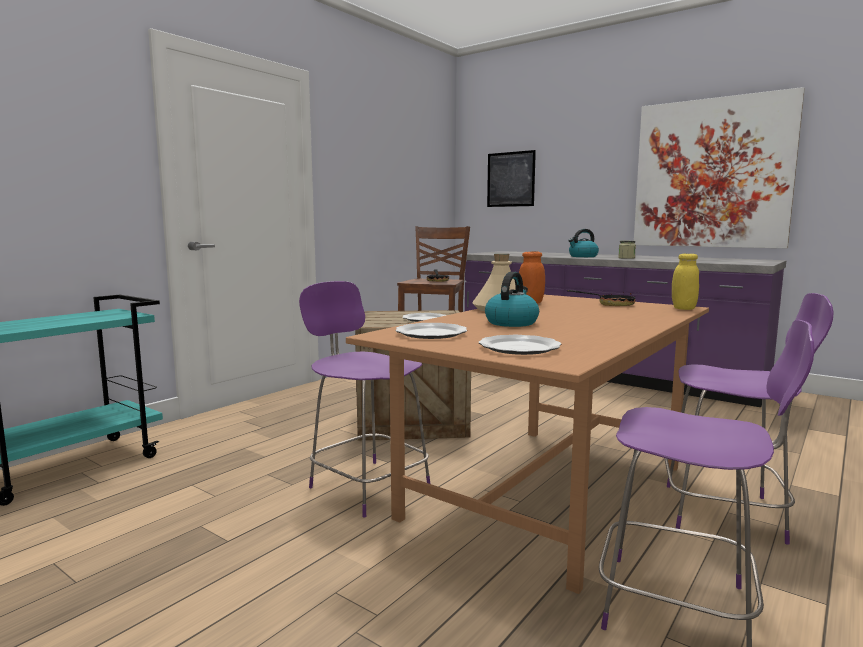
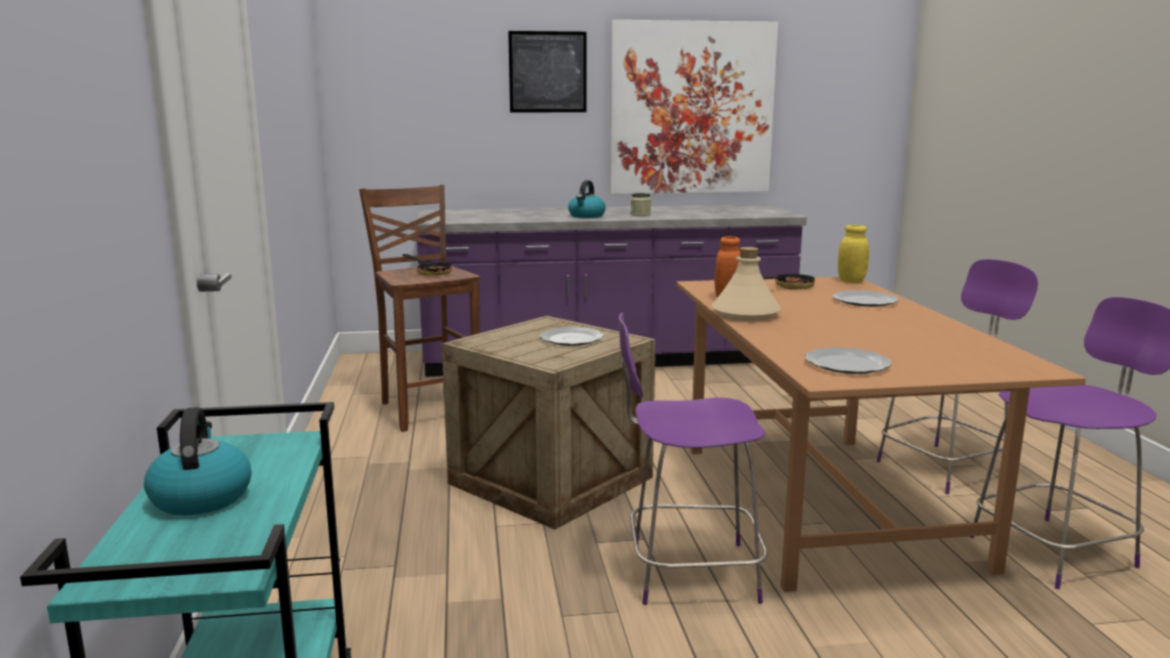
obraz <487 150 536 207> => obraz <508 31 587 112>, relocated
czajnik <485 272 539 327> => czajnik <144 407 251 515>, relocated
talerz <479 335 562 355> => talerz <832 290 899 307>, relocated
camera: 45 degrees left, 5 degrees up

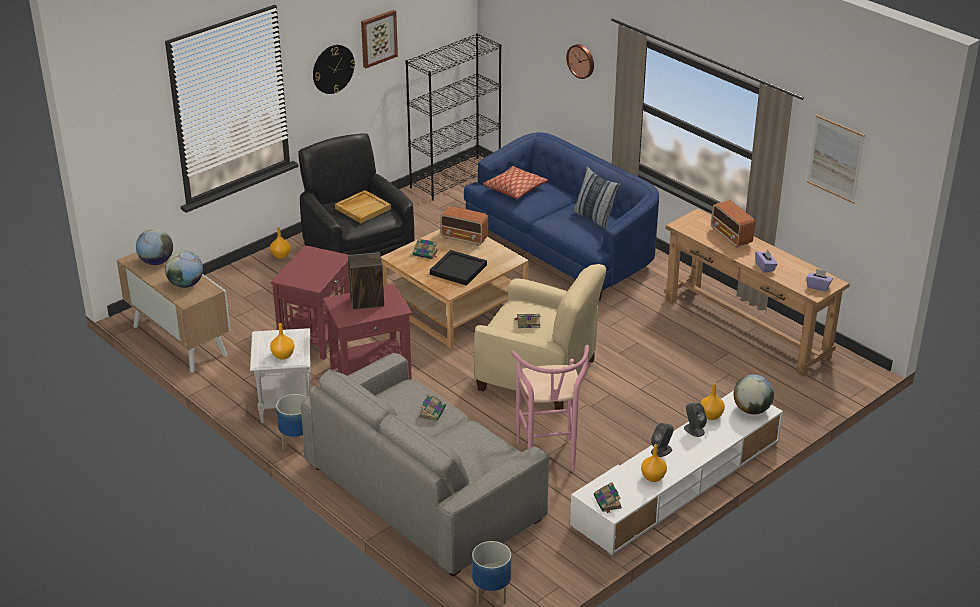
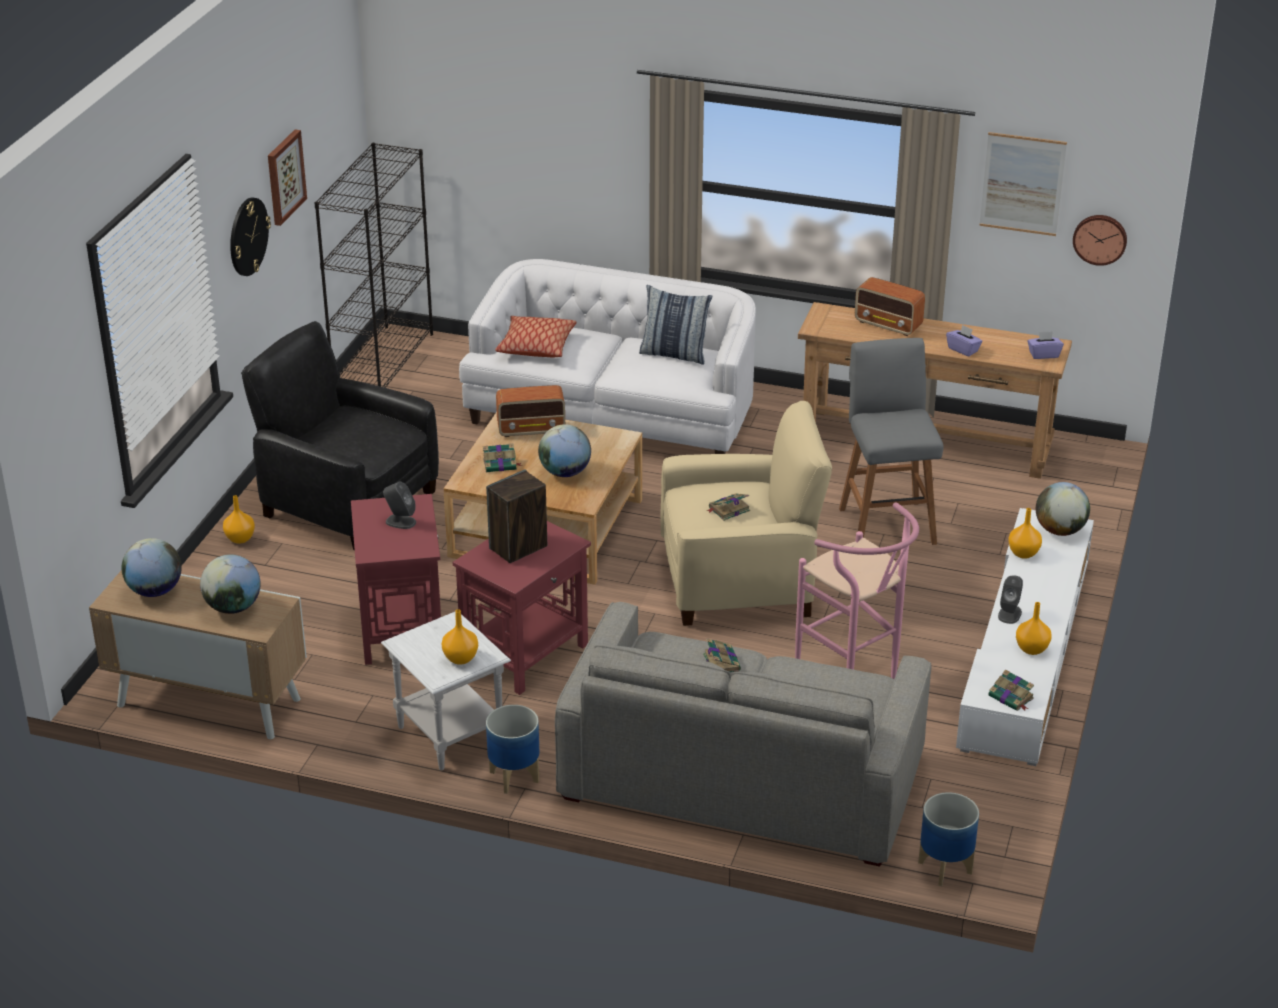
zegar ścienny <566 44 594 79> => zegar ścienny <1073 215 1127 266>, relocated
kanapa/niebieski <464 132 659 301> => kanapa/biały <459 259 756 454>
taca/beżowy <335 190 391 223> => nothing
taca/czarny <430 250 487 286> => globus <538 424 591 477>
głośnik/szary <684 403 707 437> => głośnik/szary <383 482 416 529>, relocated
nothing => stołek/szary <839 338 943 545>
camera: 30 degrees left, 0 degrees up

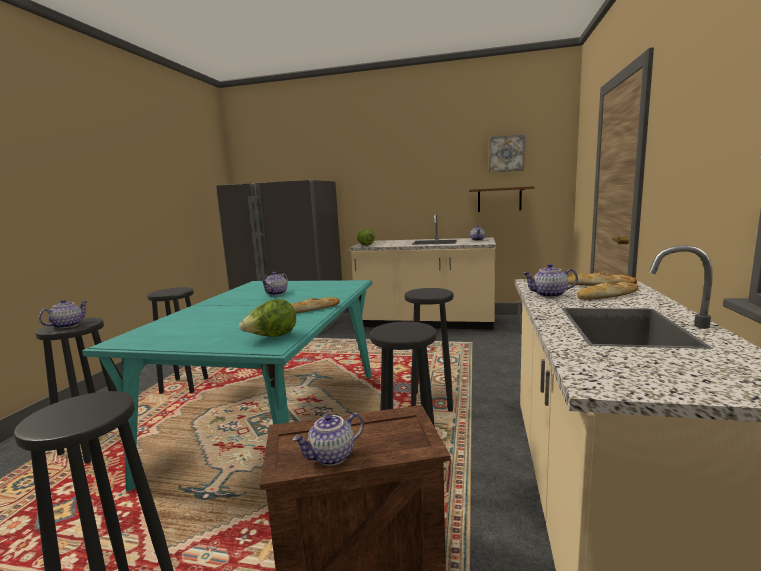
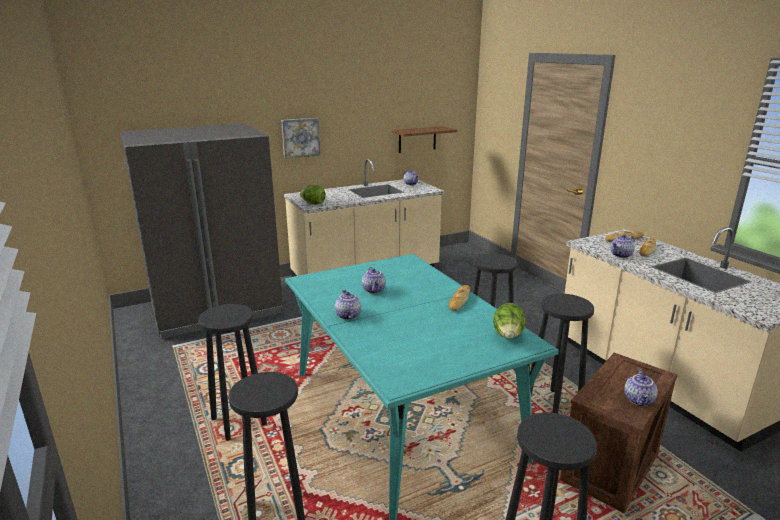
obraz <489 134 525 173> => obraz <281 118 320 159>, relocated
imbryk <38 299 88 329> => imbryk <335 290 361 320>, relocated
camera: 40 degrees left, 10 degrees up

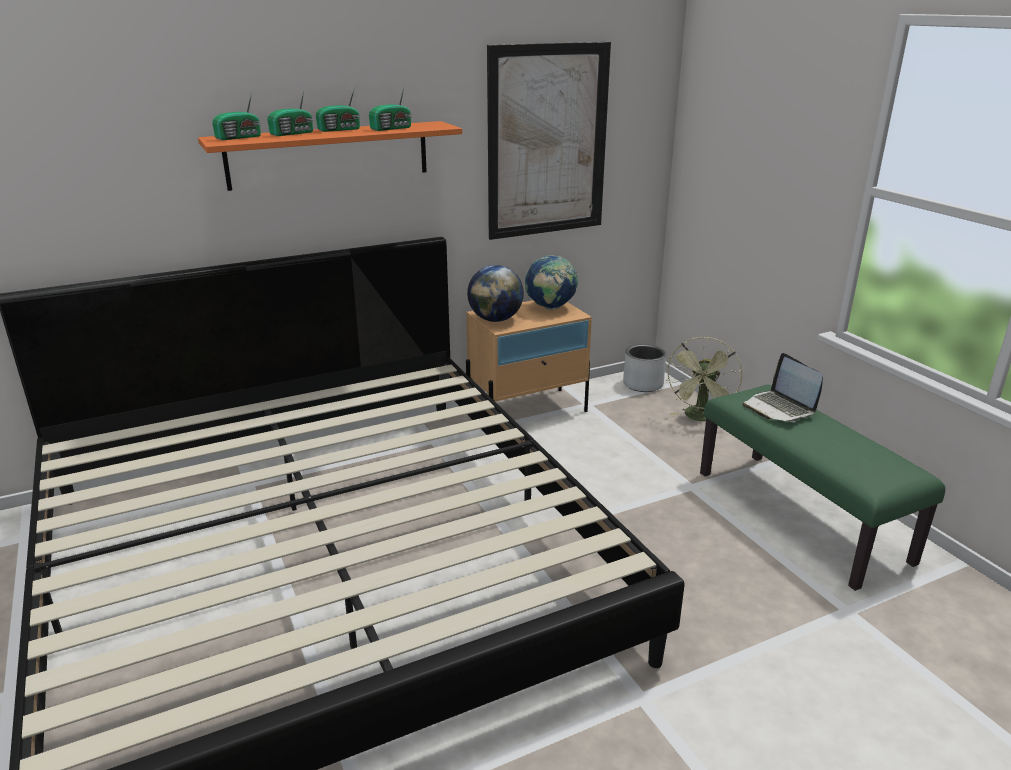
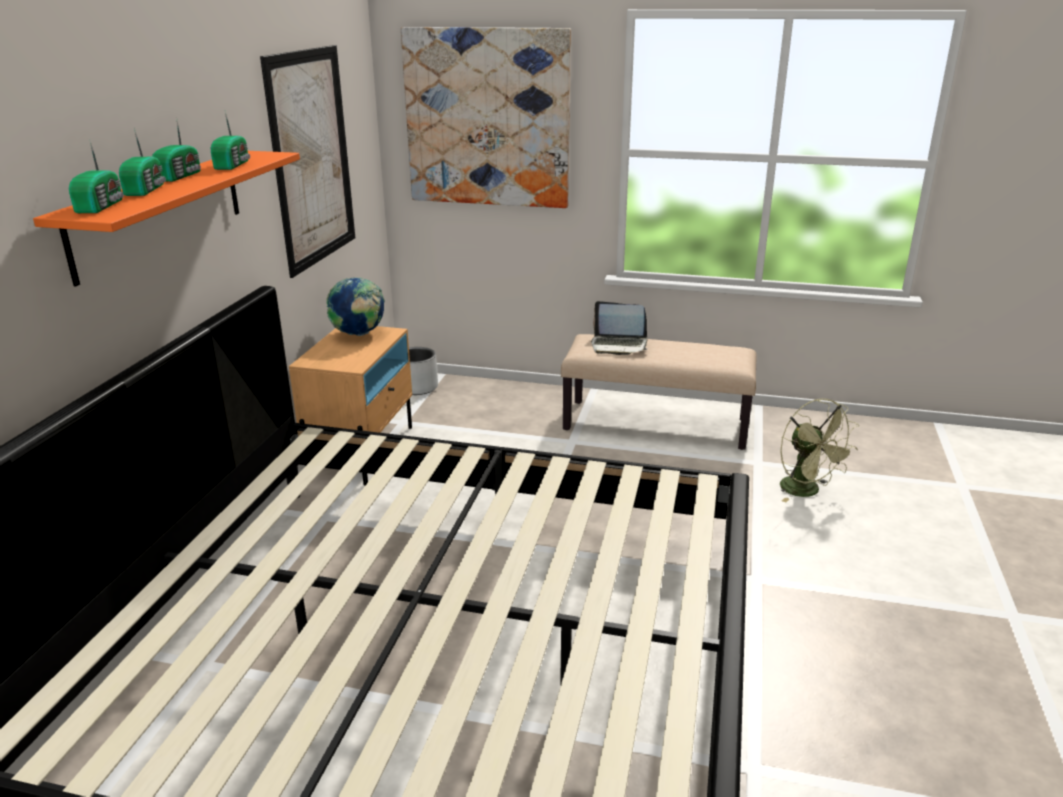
globus <467 265 524 322> => nothing
wentylator/zielony <667 337 743 421> => wentylator/zielony <780 399 859 503>, relocated
ławka/zielony <700 384 946 591> => ławka/beżowy <561 334 757 450>
nothing => obraz <401 27 571 208>
camera: 50 degrees left, 0 degrees up

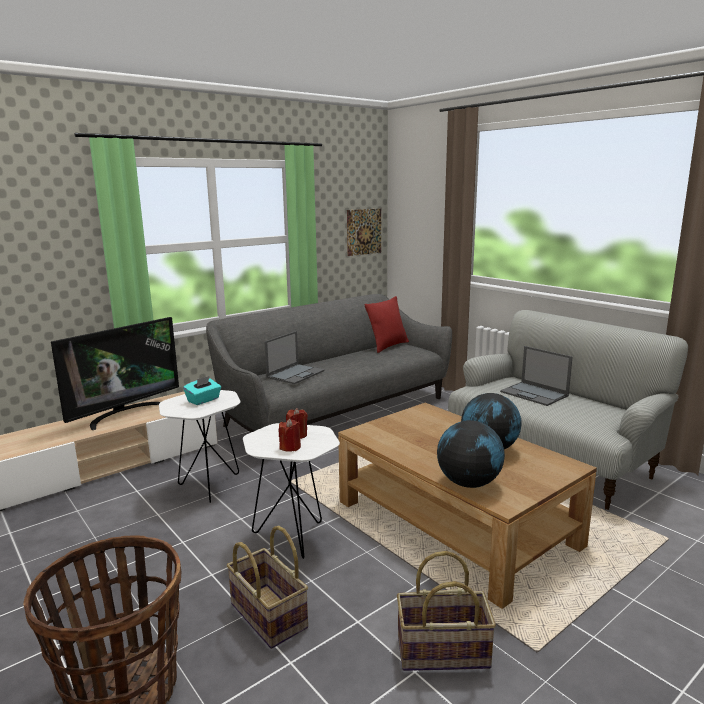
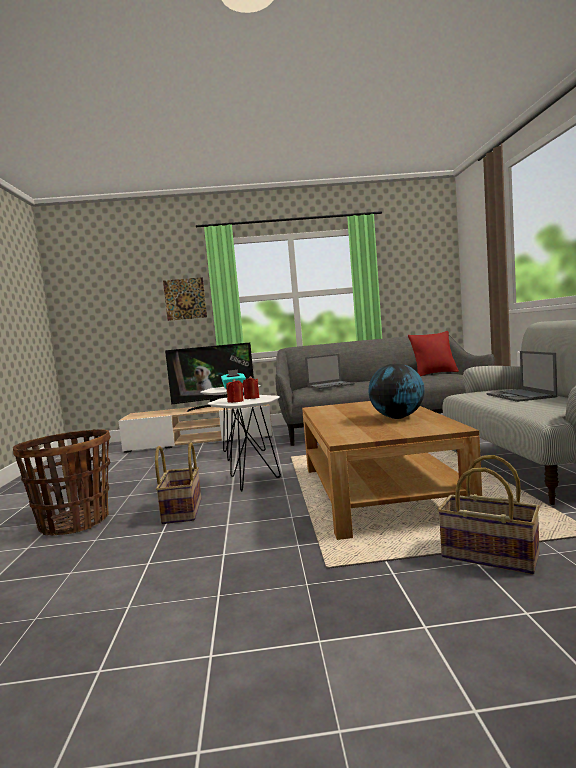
obraz <347 209 381 256> => obraz <163 277 207 321>, relocated
globus <437 420 505 488> => nothing
koszyk <397 551 496 671> => koszyk <437 455 540 575>, relocated
camera: 35 degrees right, 10 degrees down

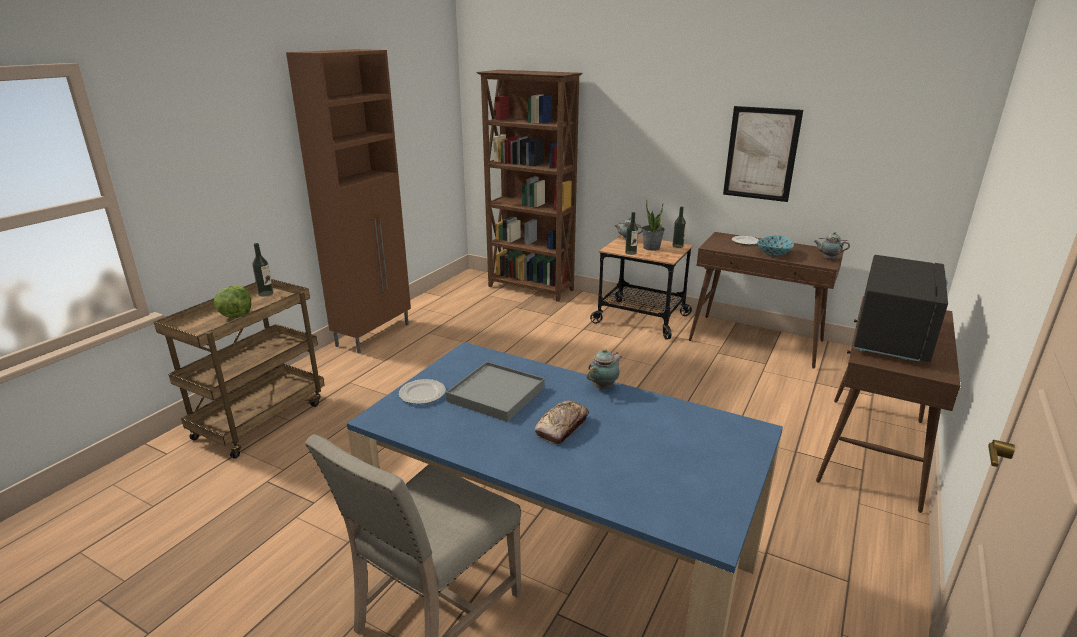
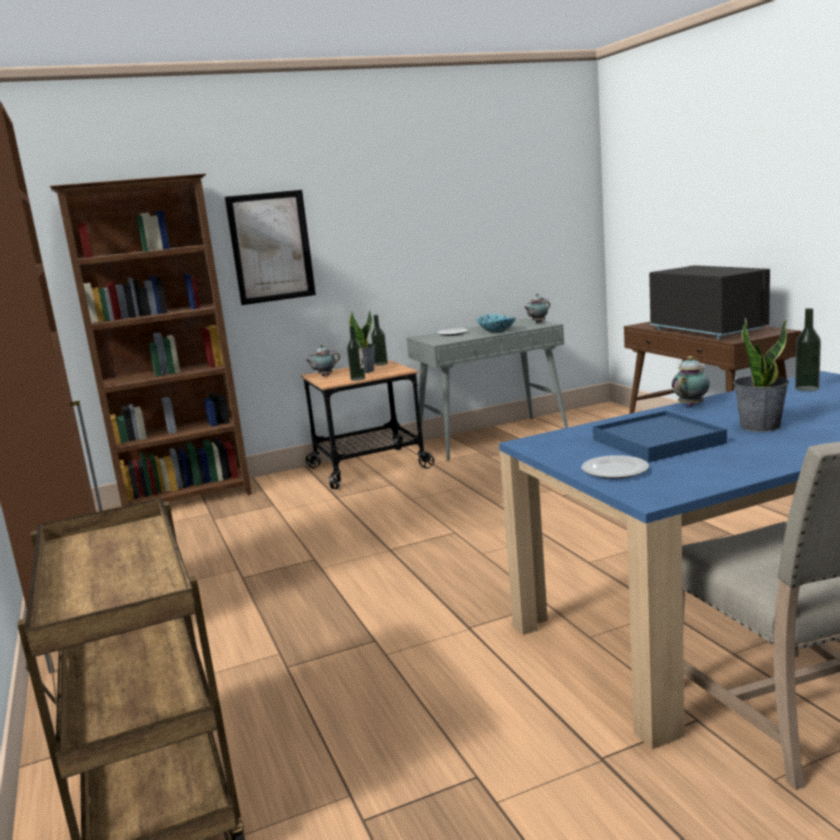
obraz <723 106 803 202> => obraz <225 190 316 305>, relocated
stolik konsolowy/brązowy <689 232 844 369> => stolik konsolowy/szary <407 318 568 461>
butelka <252 243 273 296> => butelka <795 308 821 391>, relocated
sałata <214 286 252 318> => nothing
imbryk <587 348 622 389> => imbryk <672 356 710 407>, 45 degrees clockwise
taca/szary <446 362 545 422> => taca/niebieski <593 411 727 462>
chleb <535 400 589 444> => roślina doniczkowa <733 318 789 432>
camera: 50 degrees left, 10 degrees down

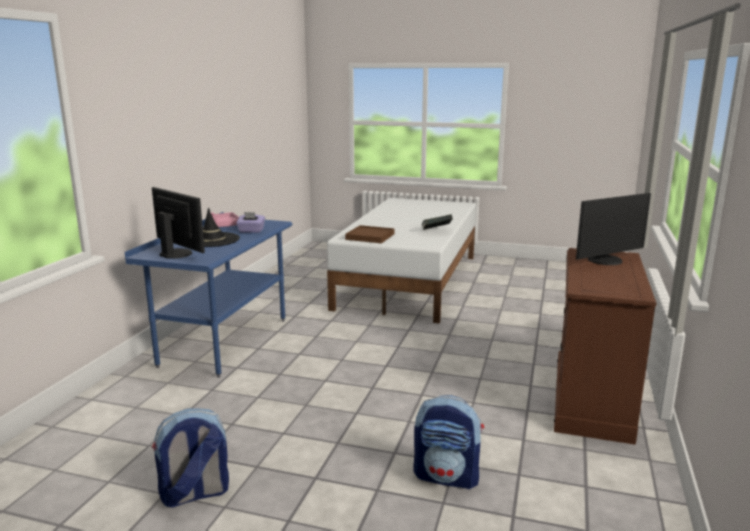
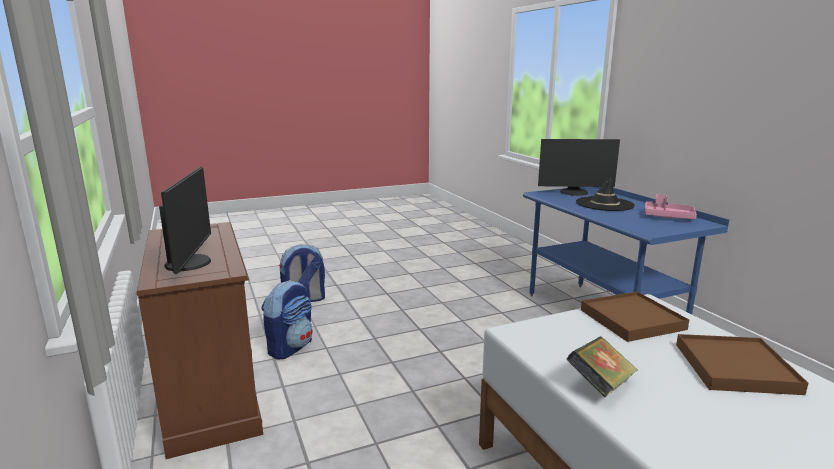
monitor <576 193 651 265> => monitor <159 167 211 274>, 150 degrees clockwise
pudełko chusteczek/fioletowy <236 212 265 233> => nothing
plecak <152 408 229 508> => plecak <261 280 313 360>, relocated
nothing => taca/brązowy <676 334 808 395>
camera: 140 degrees right, 0 degrees up

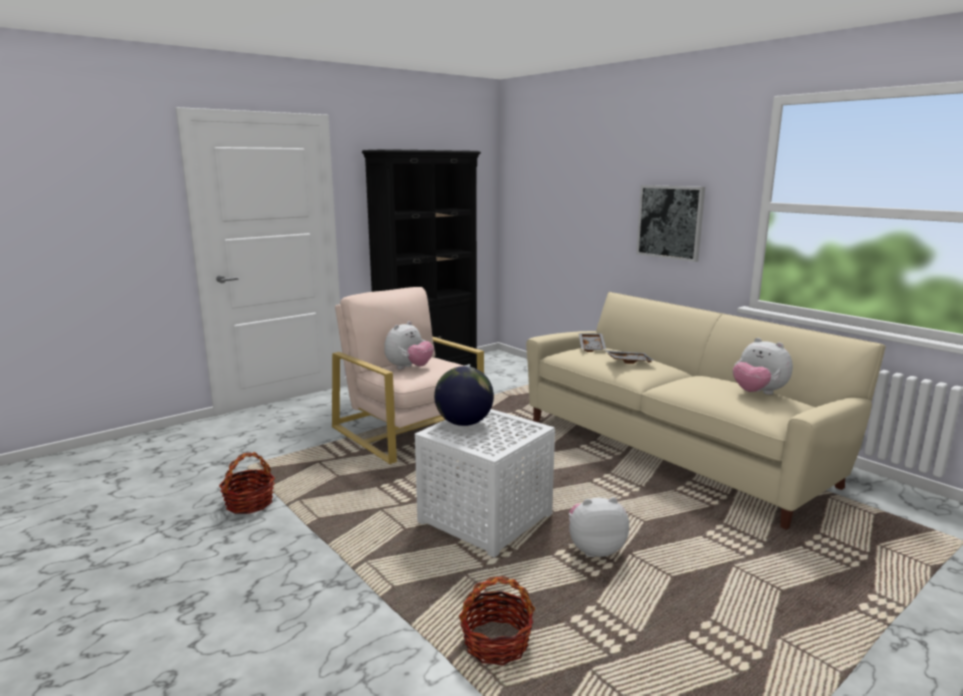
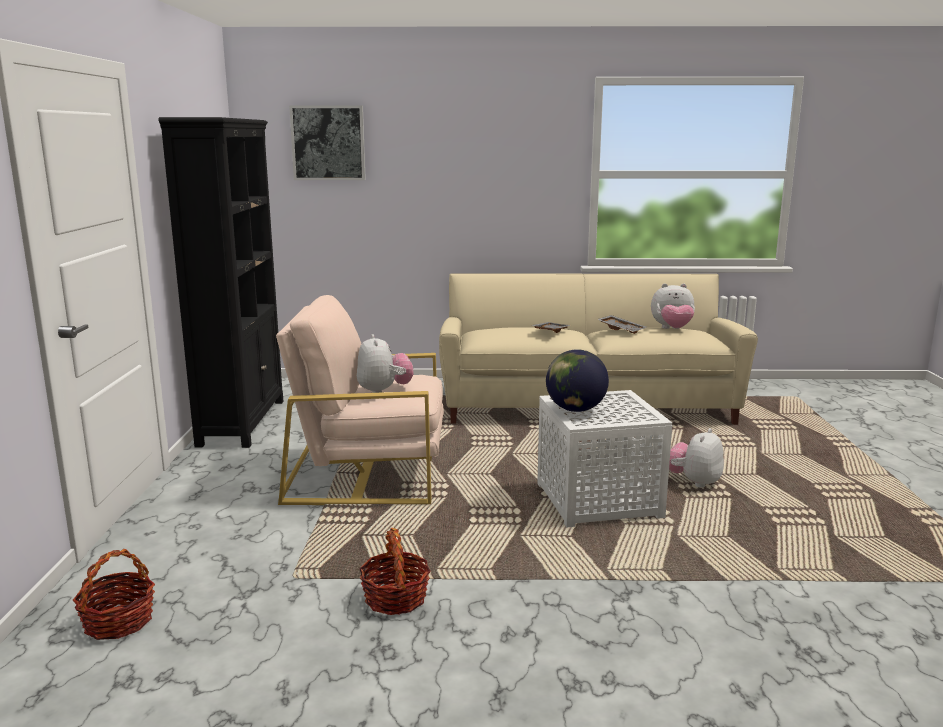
obraz <636 185 705 262> => obraz <289 105 366 180>, relocated
taca/szary <579 333 606 352> => taca/szary <597 315 646 334>, relocated
koszyk <459 576 535 666> => koszyk <73 549 155 640>, relocated
camera: 50 degrees left, 0 degrees up

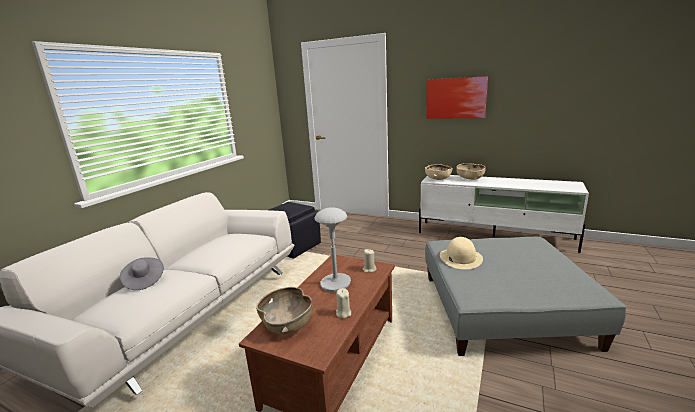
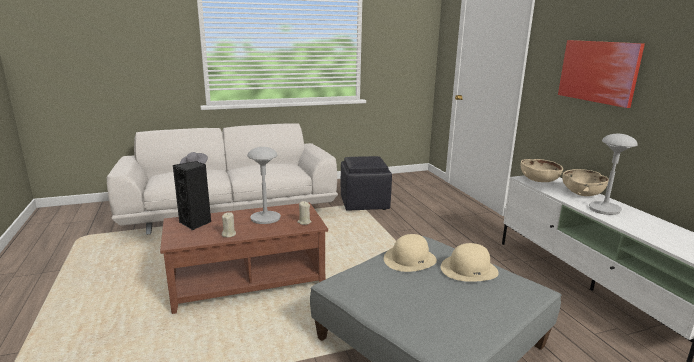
miska/brązowy <256 287 312 334> => głośnik/czarny <173 161 211 230>
nothing => lampa stołowa/szary <589 134 638 215>
nothing => kapelusz/beżowy <441 243 499 282>
camera: 45 degrees right, 0 degrees up

